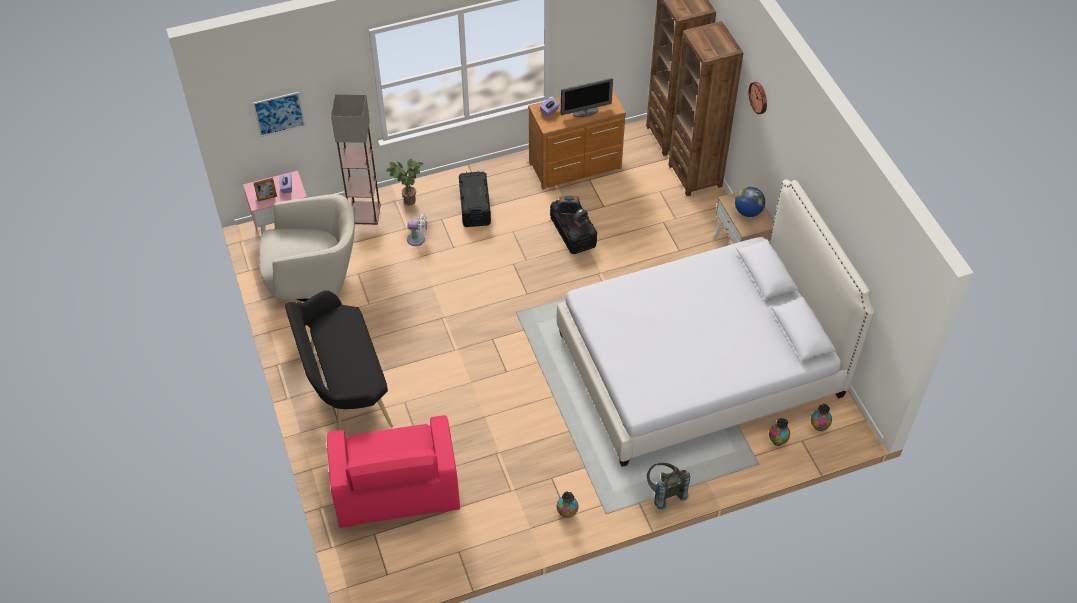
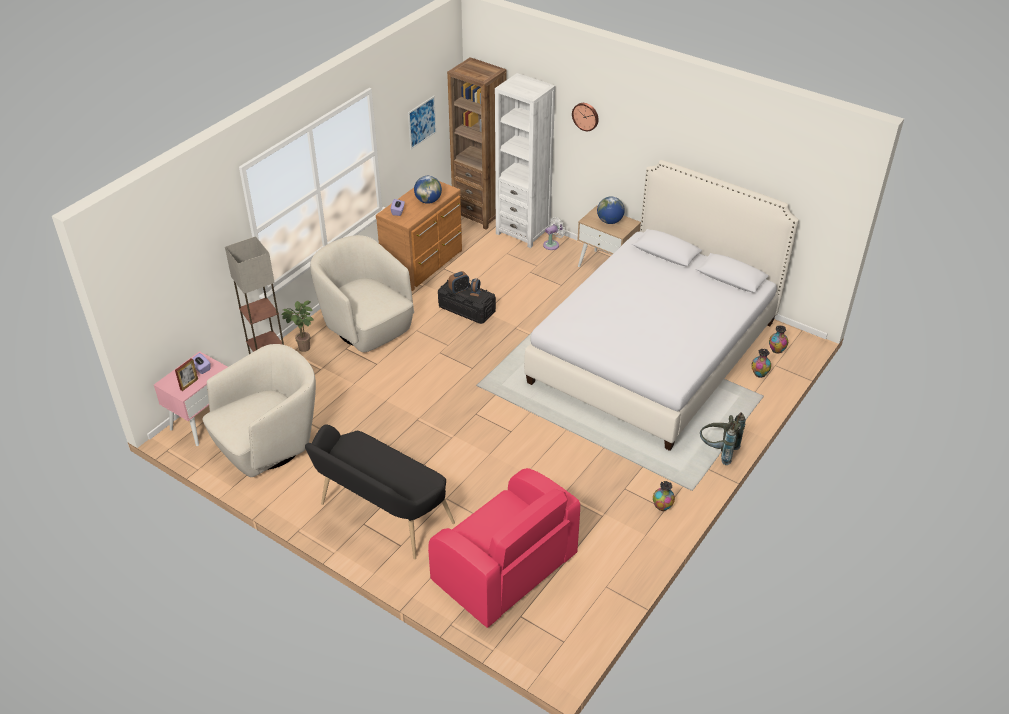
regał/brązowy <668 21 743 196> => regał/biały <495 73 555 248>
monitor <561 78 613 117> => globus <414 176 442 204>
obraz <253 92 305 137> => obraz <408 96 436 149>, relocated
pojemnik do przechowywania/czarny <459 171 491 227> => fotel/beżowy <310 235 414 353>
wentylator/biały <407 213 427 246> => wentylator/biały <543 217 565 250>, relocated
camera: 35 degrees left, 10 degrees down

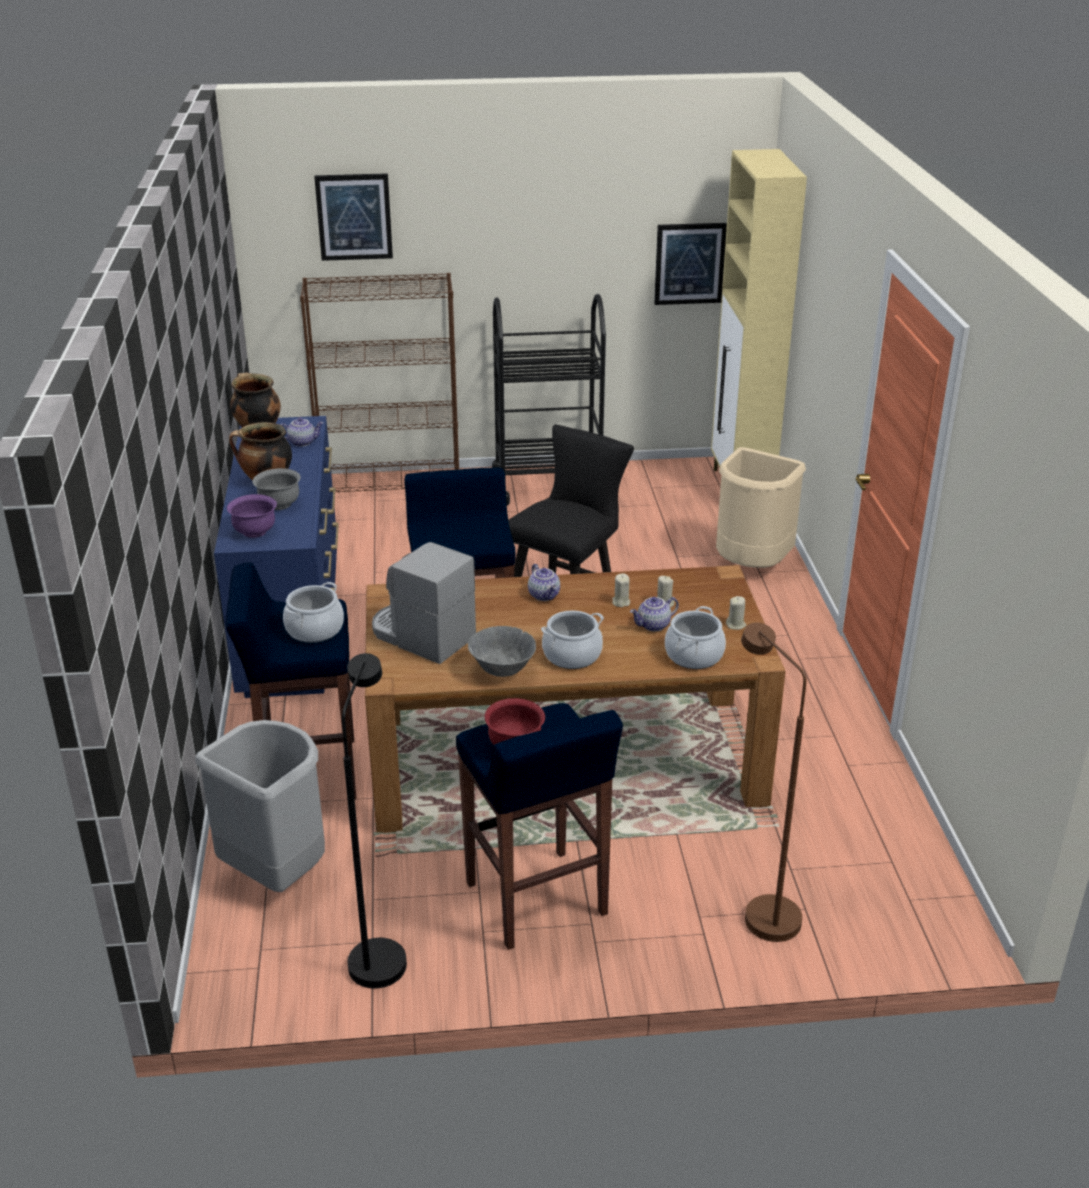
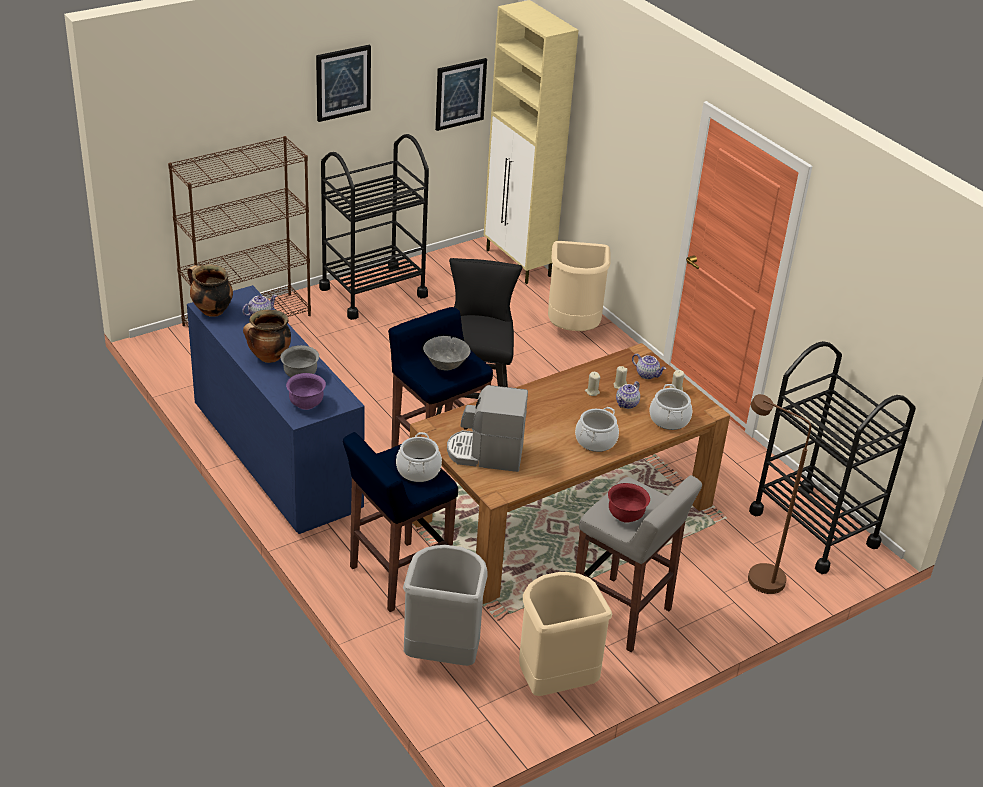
obraz <314 173 393 261> => obraz <316 45 371 122>, relocated
imbryk <528 564 560 601> => imbryk <632 354 666 379>, relocated
miska/szary <468 626 536 677> => miska/szary <423 336 471 371>, relocated
lampa stojąca/czarny <342 653 407 989> => kosz na śmieci/beżowy <519 572 612 696>
stołek/niebieski <456 703 623 950> => stołek/szary <575 475 702 652>
nothing => wózek/czarny <749 341 916 574>
camera: 30 degrees left, 5 degrees up

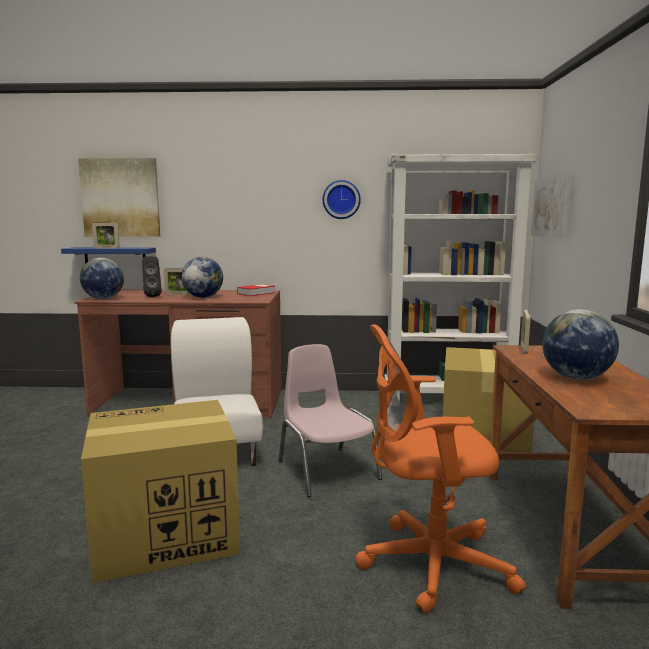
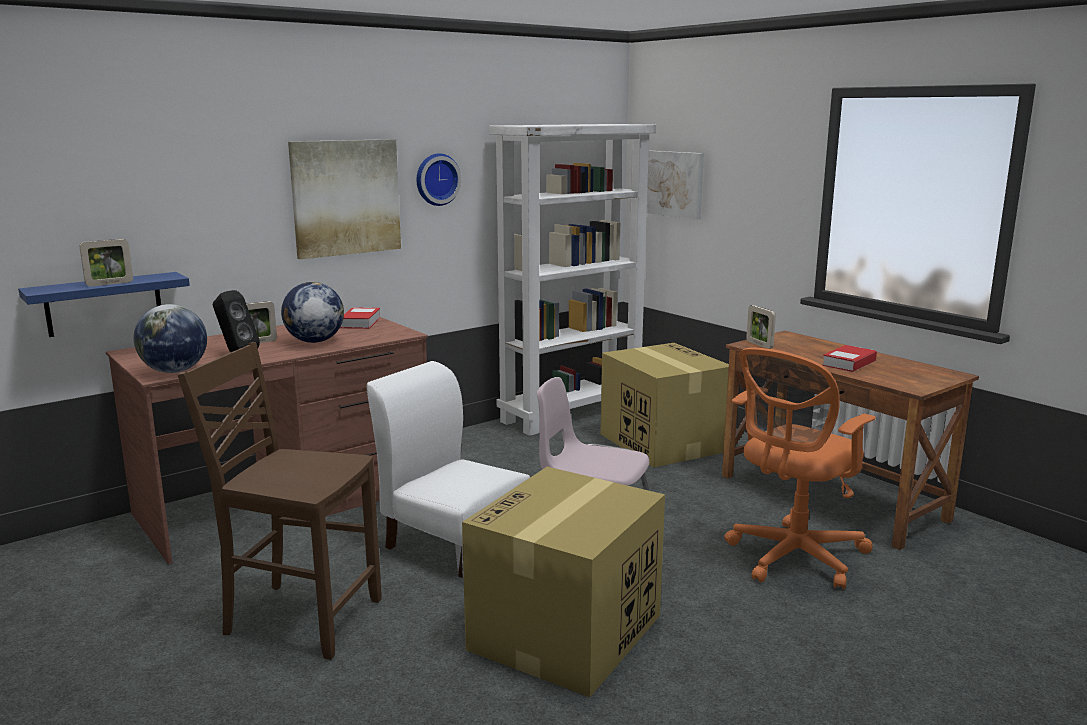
obraz <78 158 160 237> => obraz <288 139 401 259>, relocated
globus <542 309 619 380> => książka <822 345 877 372>
nothing => krzesło/brązowy <178 342 382 660>
camera: 40 degrees left, 5 degrees up

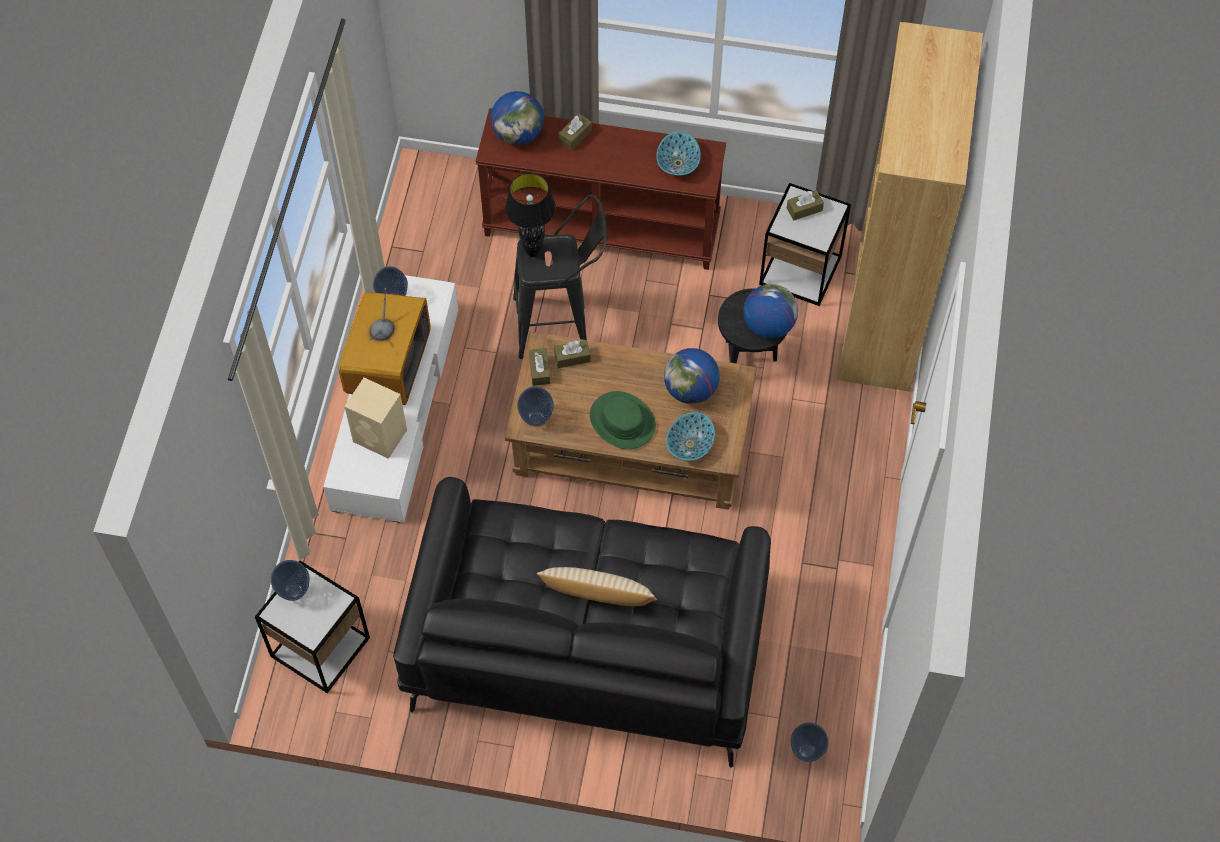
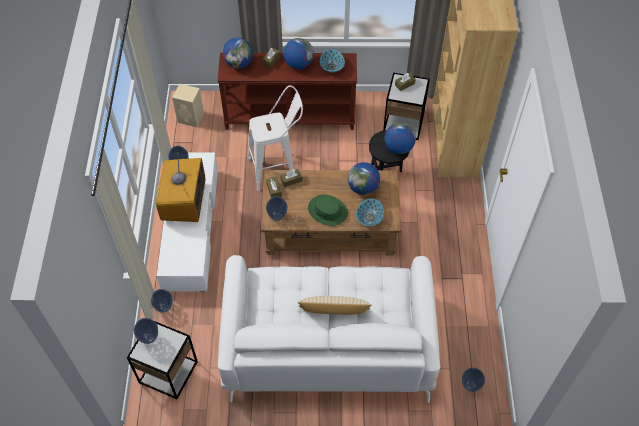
lampa stołowa/czarny <505 173 556 257> => nothing
stołek/czarny <513 195 607 359> => stołek/biały <248 85 303 191>
głośnik/beżowy <344 378 407 459> => głośnik/beżowy <172 84 204 127>, relocated
kanapa/czarny <393 477 771 768> => kanapa/biały <218 255 440 403>
nothing => globus <283 38 314 69>
nothing => wazon <151 289 173 313>
camera: 10 degrees left, 5 degrees down

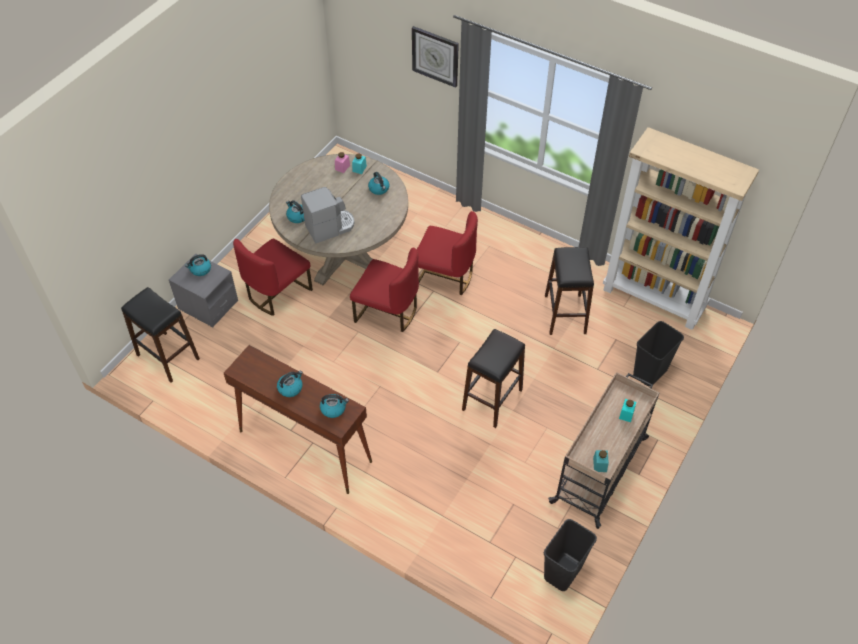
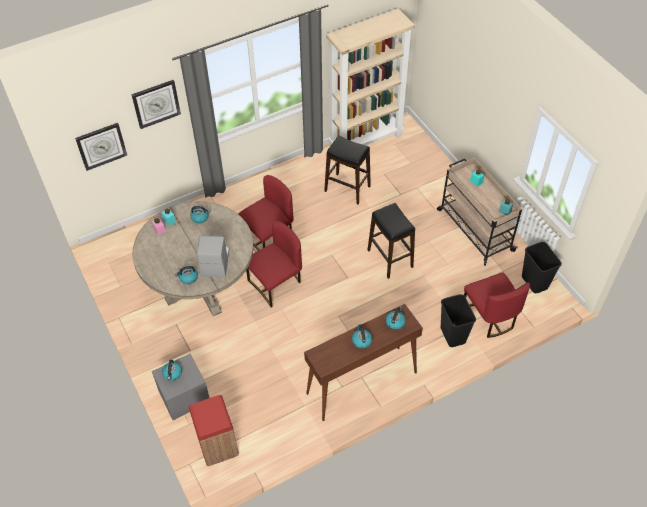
krzesło/czerwony <233 238 313 316> => krzesło/czerwony <464 273 530 338>, relocated
stołek/czarny <121 287 200 383> => kosz na śmieci/czerwony <189 395 239 466>
kosz na śmieci/czarny <633 321 684 387> => kosz na śmieci/czarny <441 294 476 347>, relocated
nothing => zegar ścienny <75 123 127 171>
camera: 60 degrees left, 0 degrees up

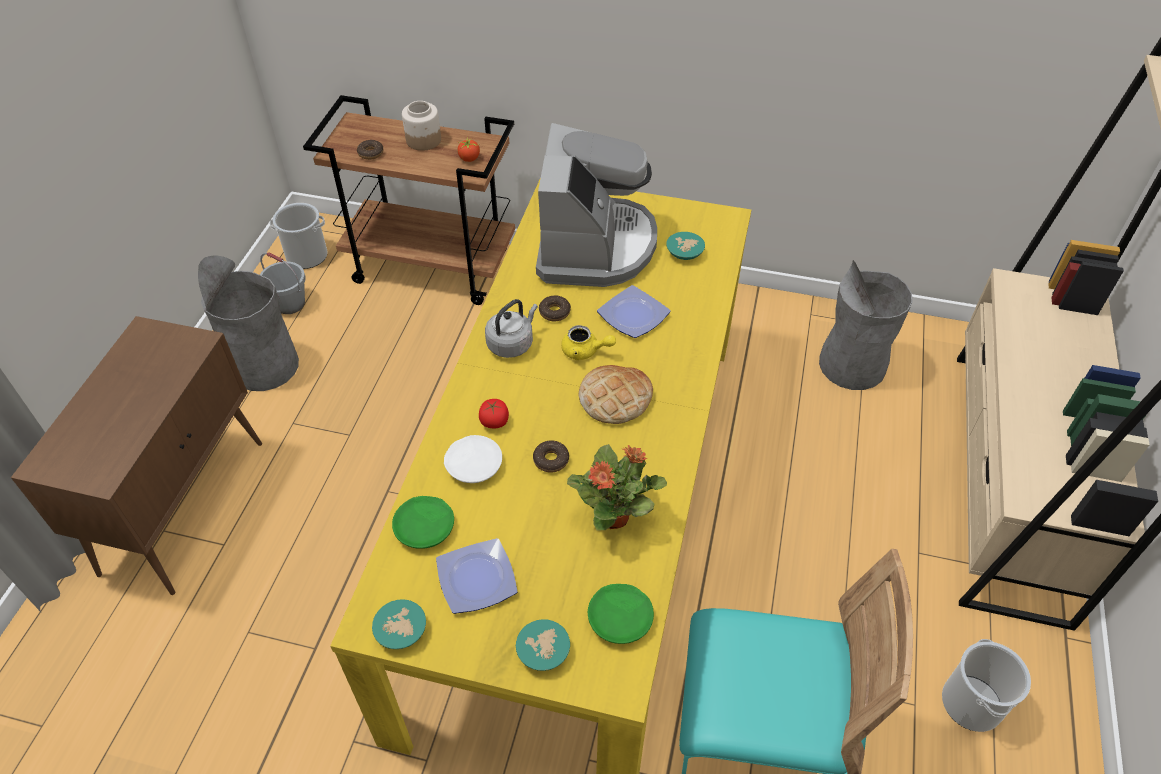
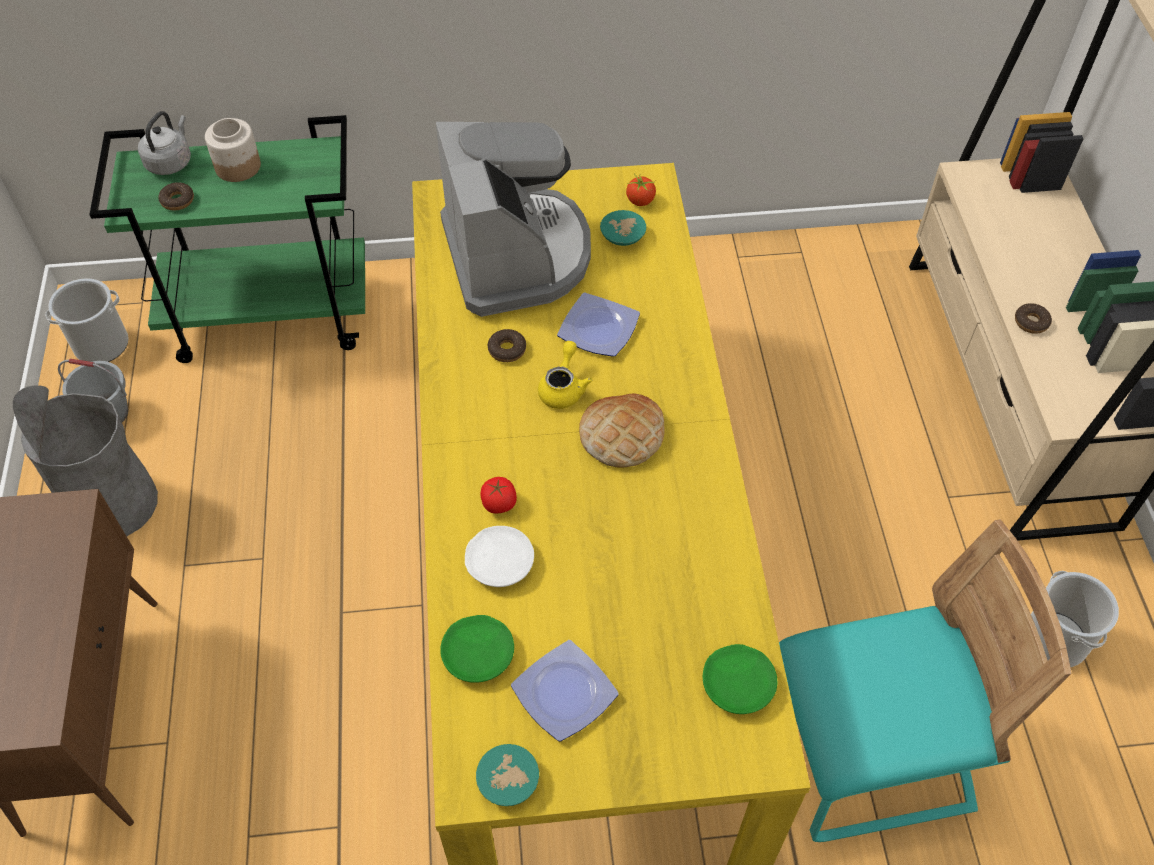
wózek/brązowy <303 95 515 305> => wózek/zielony <89 115 365 363>
pomidor <457 137 480 162> => pomidor <626 173 656 206>, relocated
kosz na śmieci/szary <819 260 912 390> => nothing
czajnik/szary <485 299 538 358> => czajnik/szary <138 111 191 175>, relocated
imbryk/żółty <561 325 616 360> => imbryk/żółty <538 341 593 409>, 75 degrees counterclockwise
donut <533 440 569 473> => donut <1015 303 1052 334>, relocated
roślina doniczkowa <567 444 667 531> => nothing
miska/turkusowy <516 619 570 671> => nothing
camera: 20 degrees left, 5 degrees up

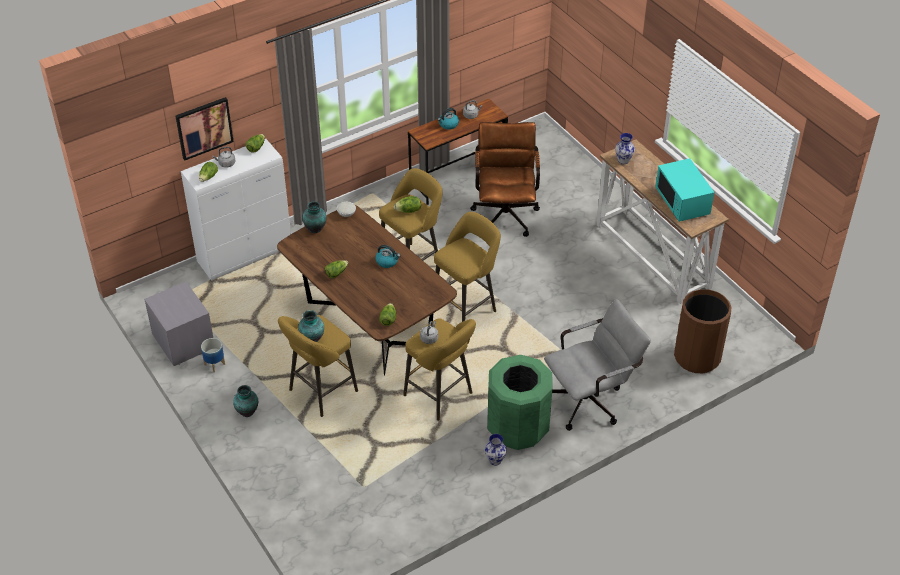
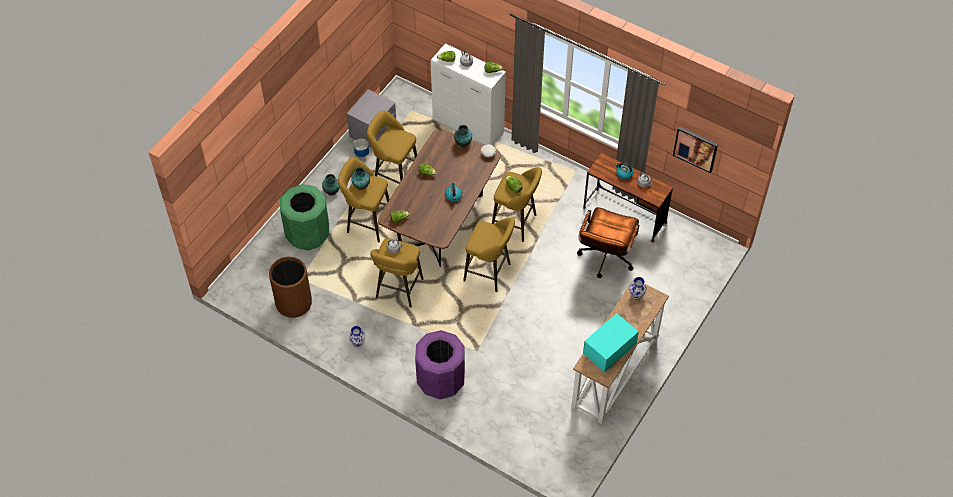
obraz <175 97 234 160> => obraz <673 127 718 173>, relocated
krzesło biurowe/brązowy <470 122 540 237> => krzesło biurowe/brązowy <577 207 639 278>, 135 degrees clockwise
kosz na śmieci/brązowy <674 289 732 373> => kosz na śmieci/brązowy <269 257 312 318>, relocated
krzesło biurowe/szary <544 299 651 431> => kosz na śmieci/fioletowy <415 330 465 399>
kosz na śmieci/zielony <487 355 553 450> => kosz na śmieci/zielony <280 184 329 251>, relocated
nothing => stołek/żółty <367 110 417 184>
camera: 65 degrees right, 10 degrees up

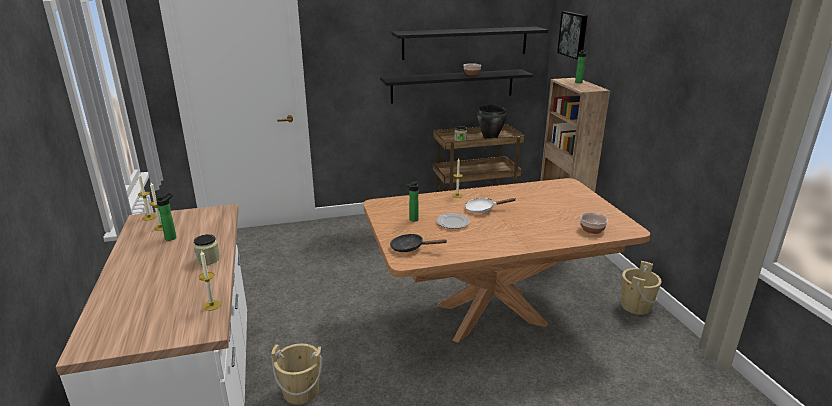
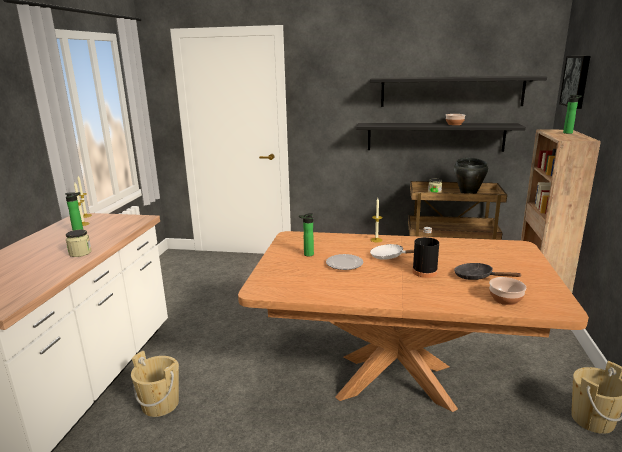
patelnia/czarny <390 234 447 252> => patelnia/czarny <454 263 522 280>, relocated
świeca <199 250 221 311> => nothing
nothing => butelka/czarny <412 227 439 278>
camera: 25 degrees right, 5 degrees down

